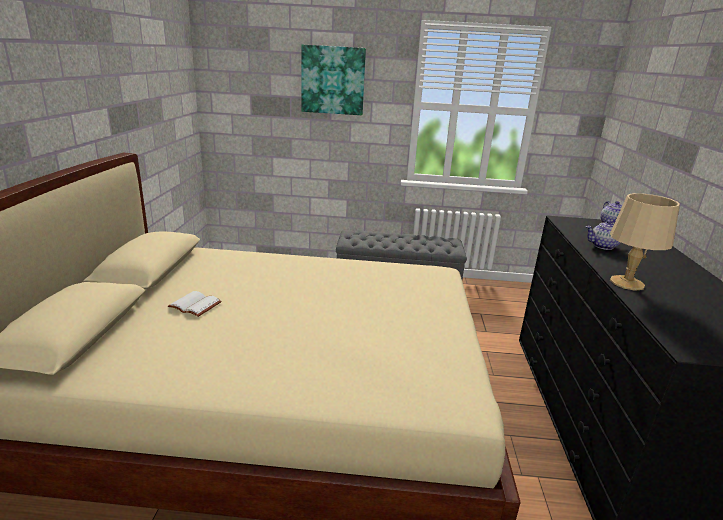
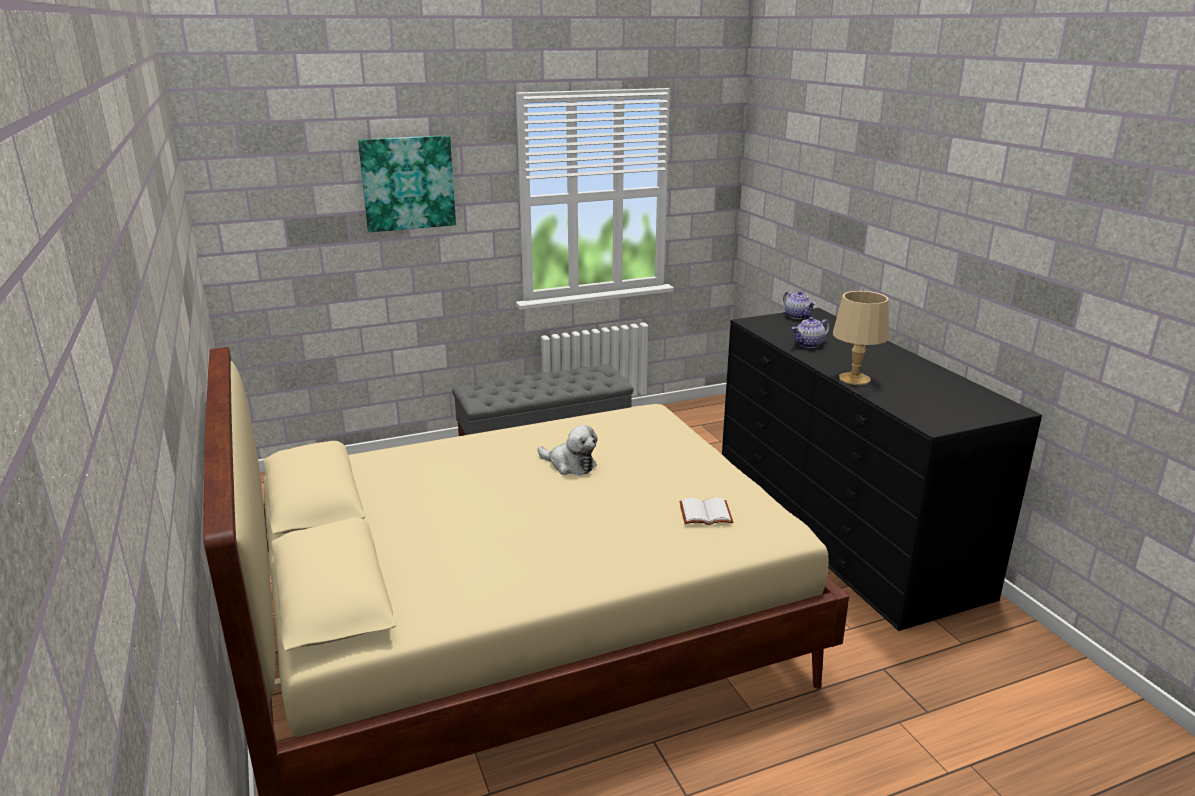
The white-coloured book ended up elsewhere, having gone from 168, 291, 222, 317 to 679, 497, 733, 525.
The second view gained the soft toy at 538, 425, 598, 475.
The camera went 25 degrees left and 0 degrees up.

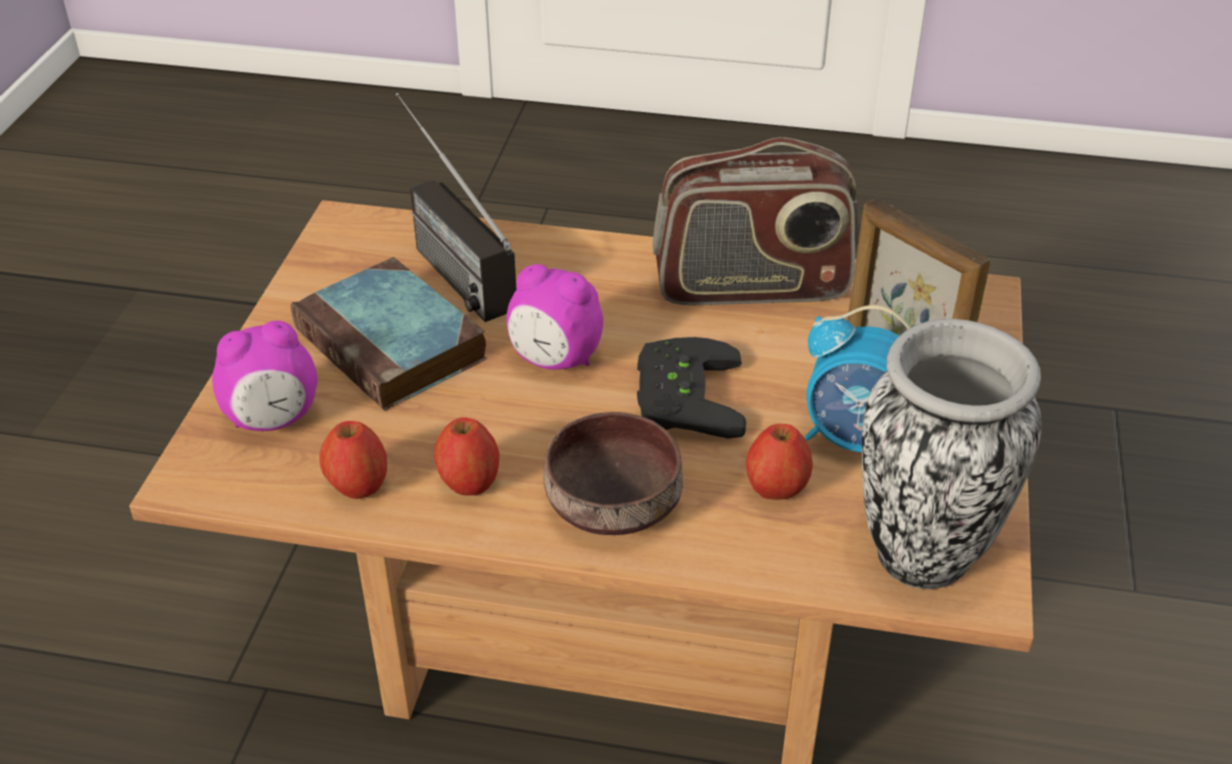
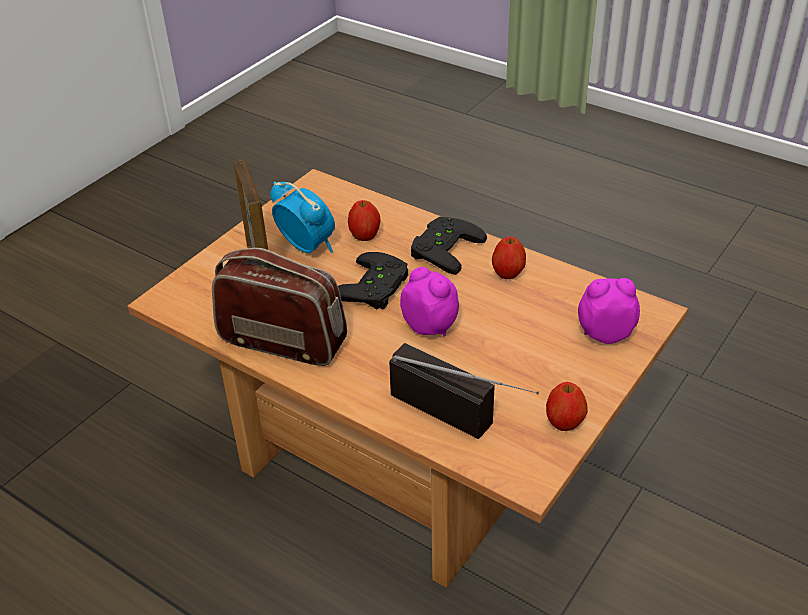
The second view lost the book at 291, 257, 487, 411.
The apple ended up elsewhere, having gone from 319, 421, 387, 499 to 546, 382, 587, 431.
The radio receiver at 395, 93, 516, 322 ended up facing another way, 45 degrees counterclockwise from before.
Where the brown bowl stood at 543, 412, 683, 535, the black-coloured game controller came to stand at 411, 217, 487, 275.
The second view lost the vase at 862, 319, 1042, 589.
The camera went 155 degrees left and 0 degrees up.

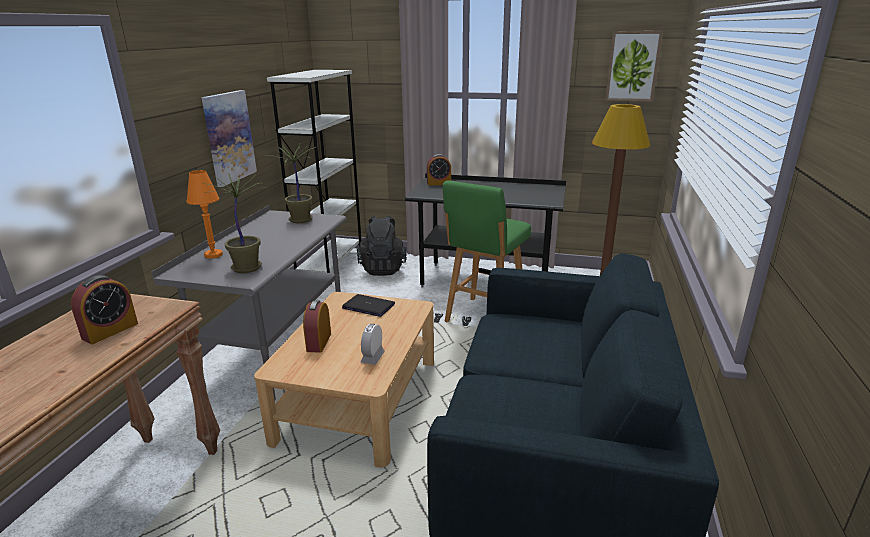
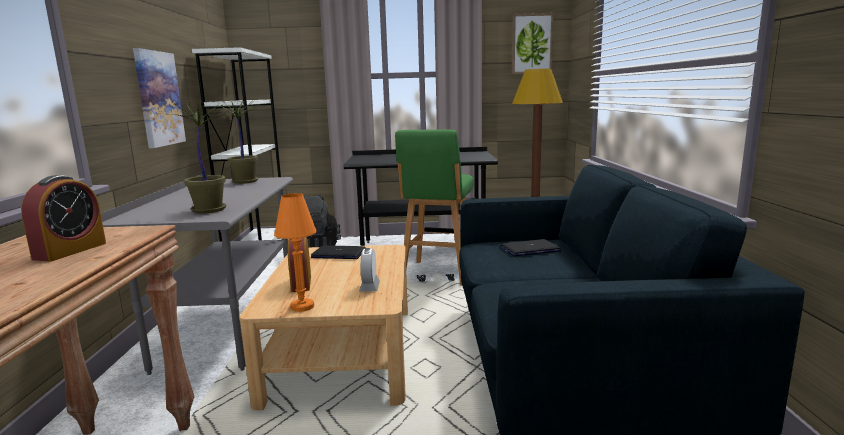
The orange-coloured tabletop lamp ended up elsewhere, having gone from 186, 170, 223, 259 to 274, 193, 317, 312.
The second view lost the table clock at 427, 154, 451, 186.
The second view gained the laptop at 501, 239, 561, 256.
The camera went 15 degrees left and 10 degrees down.

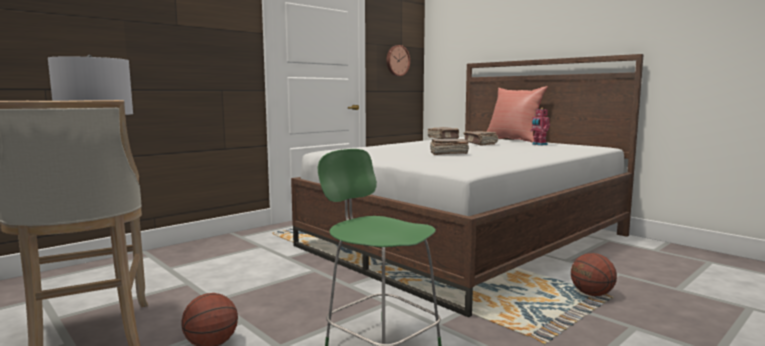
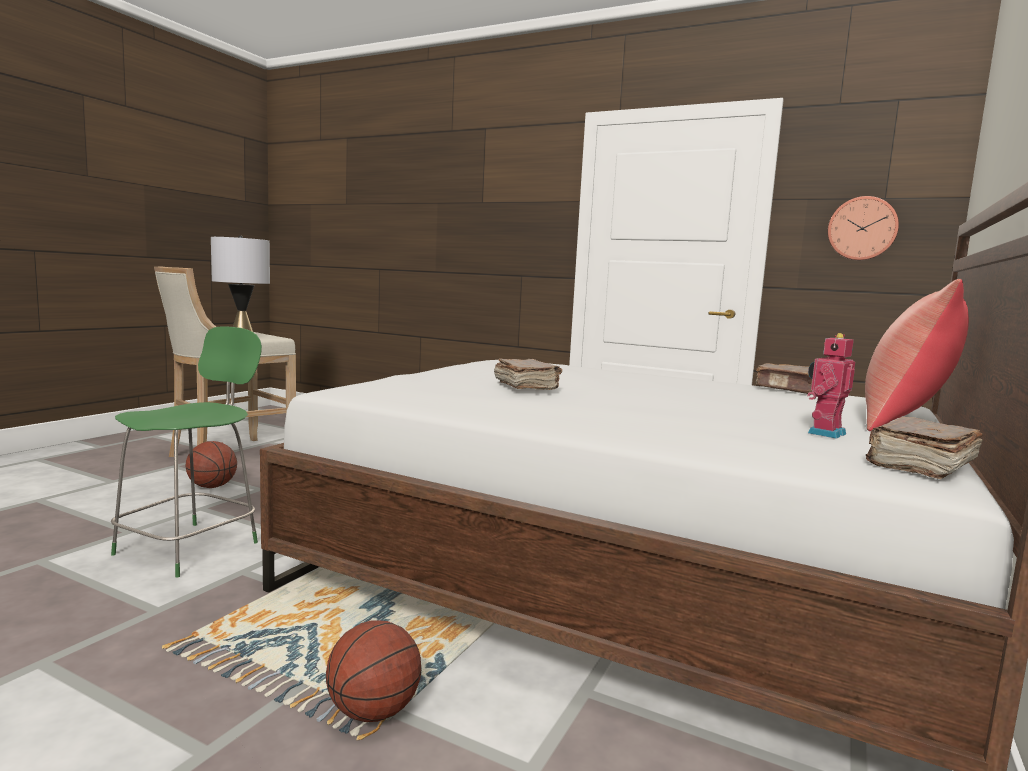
The brown book ended up elsewhere, having gone from 464, 131, 498, 145 to 866, 417, 983, 479.
The camera went 70 degrees right and 0 degrees up.

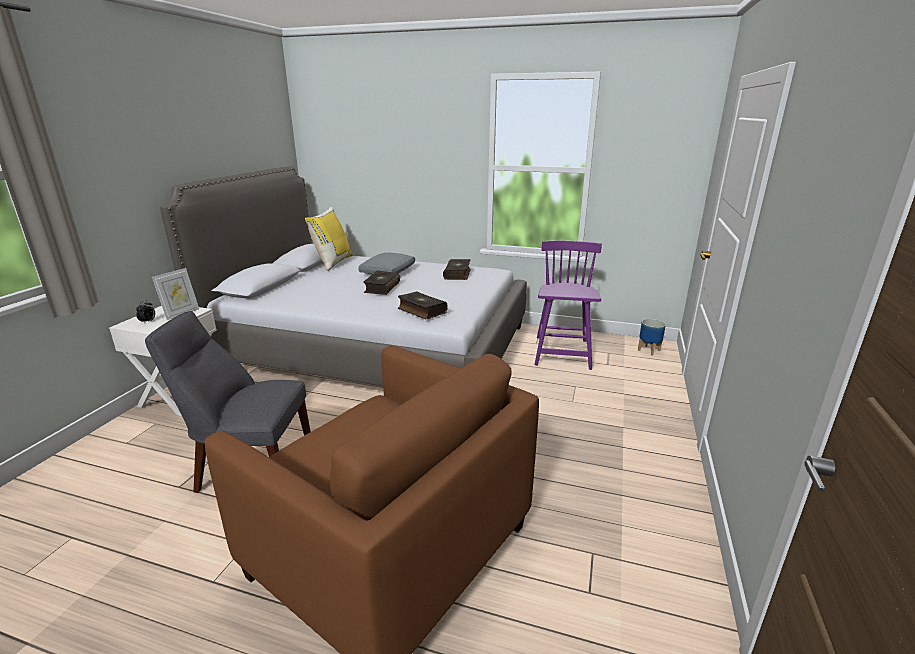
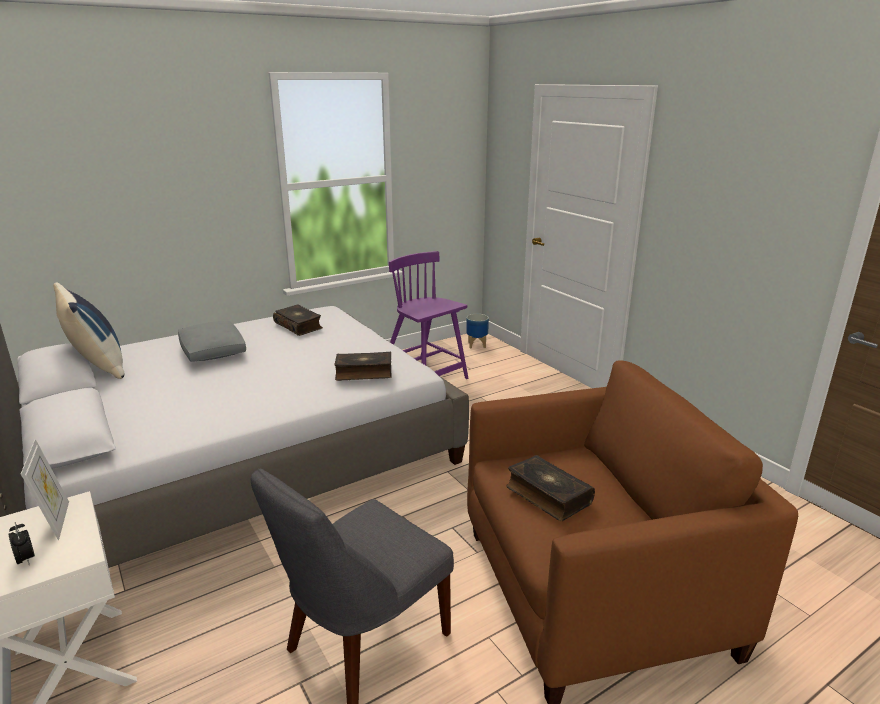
What was the yellow pillow at 305, 207, 353, 271 turned into the blue-coloured pillow at 53, 283, 124, 379.
The book ended up elsewhere, having gone from 363, 270, 400, 295 to 506, 455, 595, 521.
The camera went 50 degrees left and 0 degrees up.

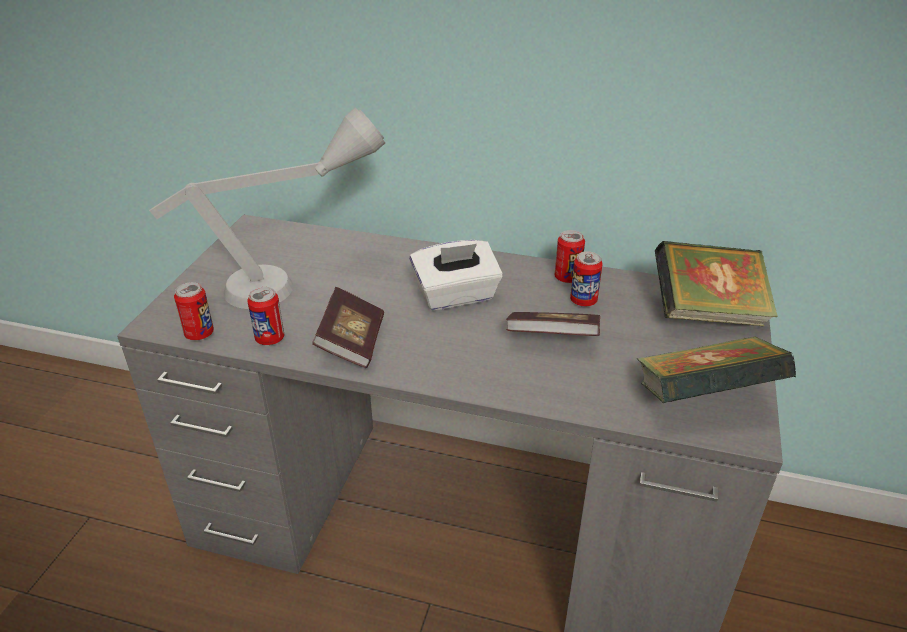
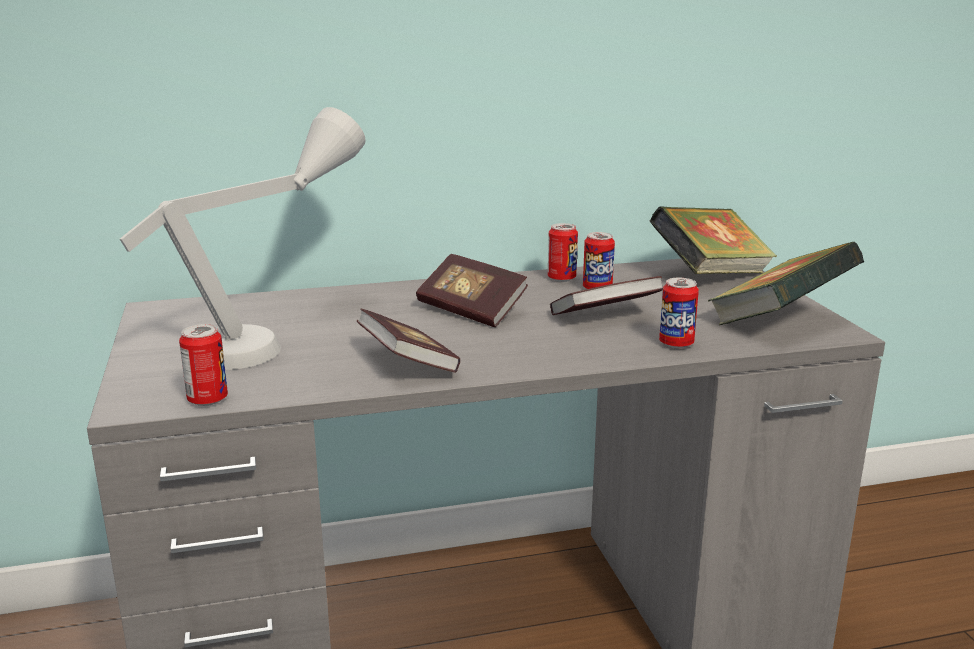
The can ended up elsewhere, having gone from 247, 287, 284, 345 to 659, 278, 699, 349.
Where the white-coloured tissue box stood at 410, 240, 503, 310, the book came to stand at 416, 254, 528, 327.
The camera went 30 degrees left and 15 degrees down.

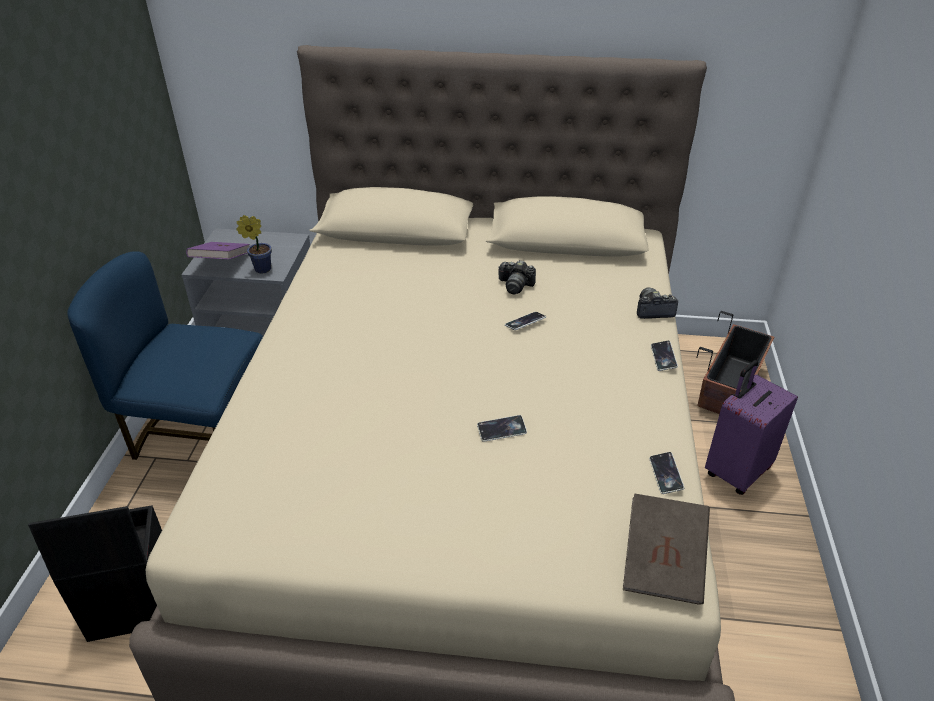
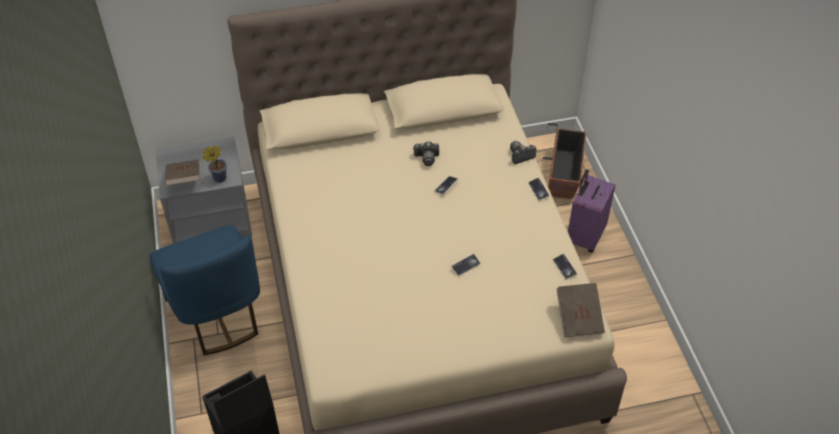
The blue-coloured plain chair at 67, 251, 263, 460 ended up facing another way, 105 degrees counterclockwise from before.
What was the purple book at 186, 242, 250, 260 turned into the brown book at 165, 159, 200, 186.
The camera went 20 degrees left and 10 degrees up.

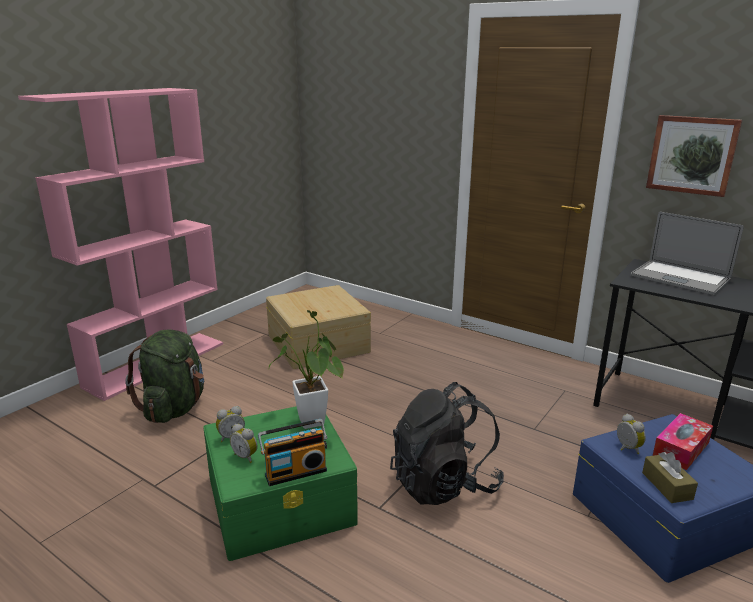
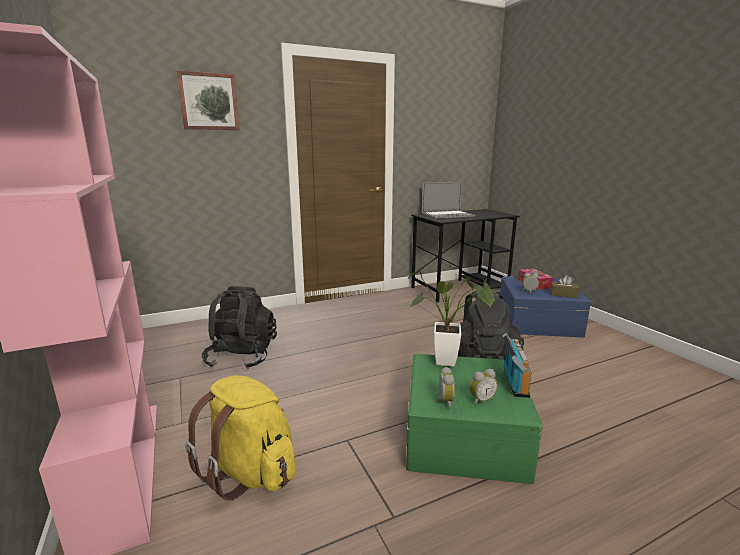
What was the greenish backpack at 125, 329, 204, 423 turned into the yellow backpack at 185, 375, 296, 501.
Where the beige-coloured storage container stood at 266, 285, 371, 369, the black-coloured backpack came to stand at 202, 286, 277, 369.
The wall art ended up elsewhere, having gone from 646, 115, 742, 197 to 177, 70, 240, 130.
The camera went 60 degrees left and 5 degrees down.

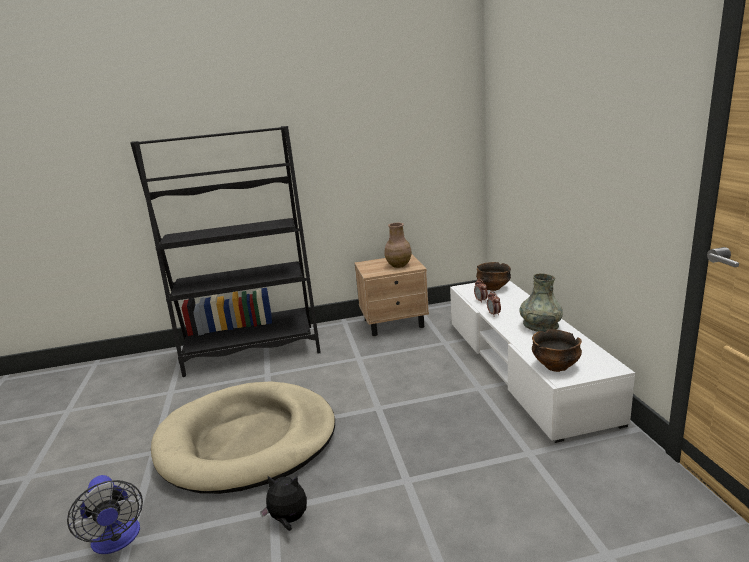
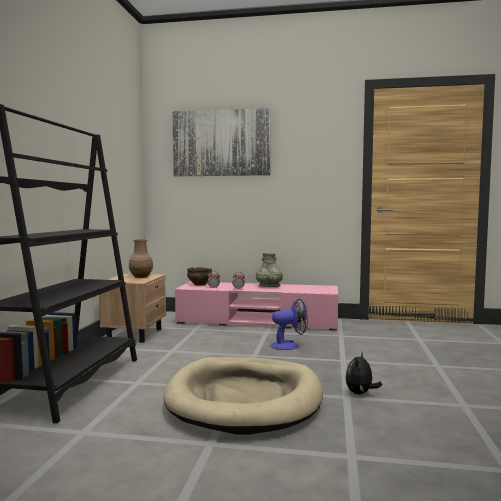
The electric fan ended up elsewhere, having gone from 67, 475, 143, 554 to 271, 299, 308, 350.
What was the white-coloured media console at 450, 280, 635, 443 turned into the pinkish media console at 175, 282, 338, 331.
The second view lost the bowl at 532, 329, 582, 372.
The second view gained the wall art at 172, 108, 271, 176.
The camera went 70 degrees left and 15 degrees down.

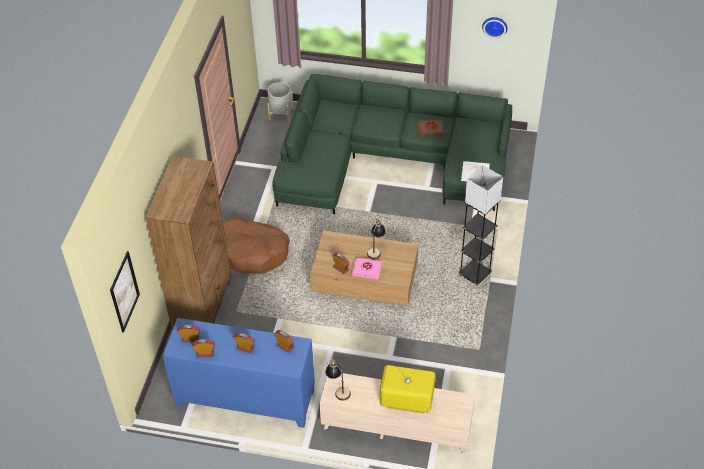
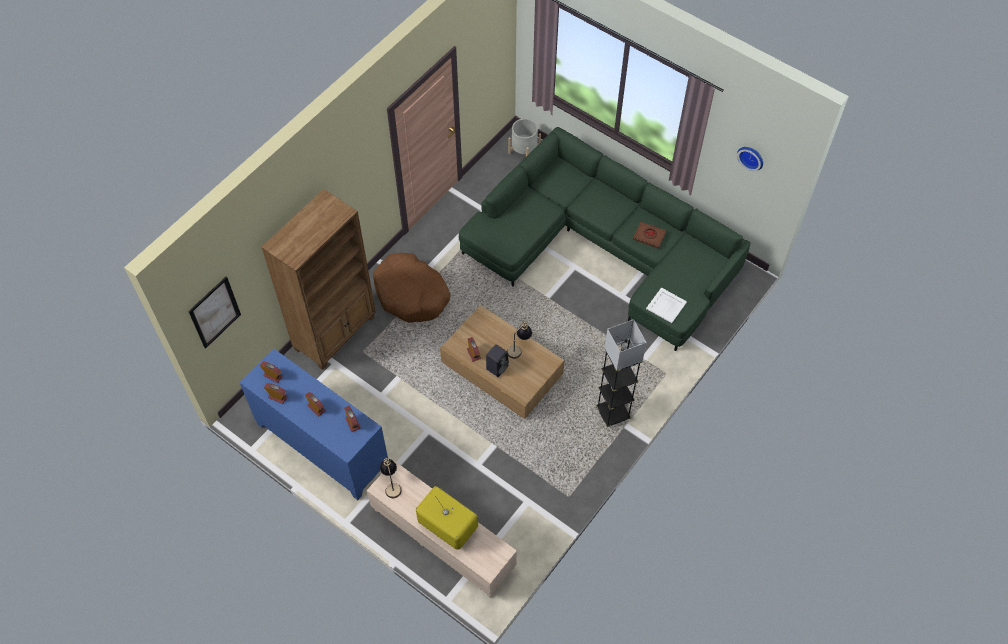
Where the pinkish book stood at 352, 258, 382, 280, the black-coloured speaker came to stand at 486, 344, 509, 377.
The camera went 25 degrees right and 10 degrees up.

